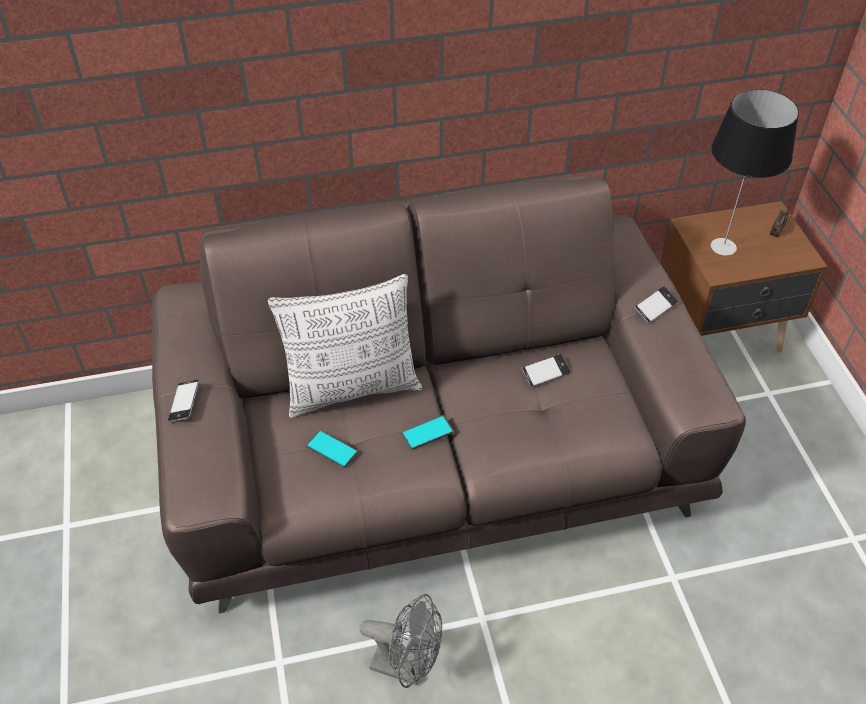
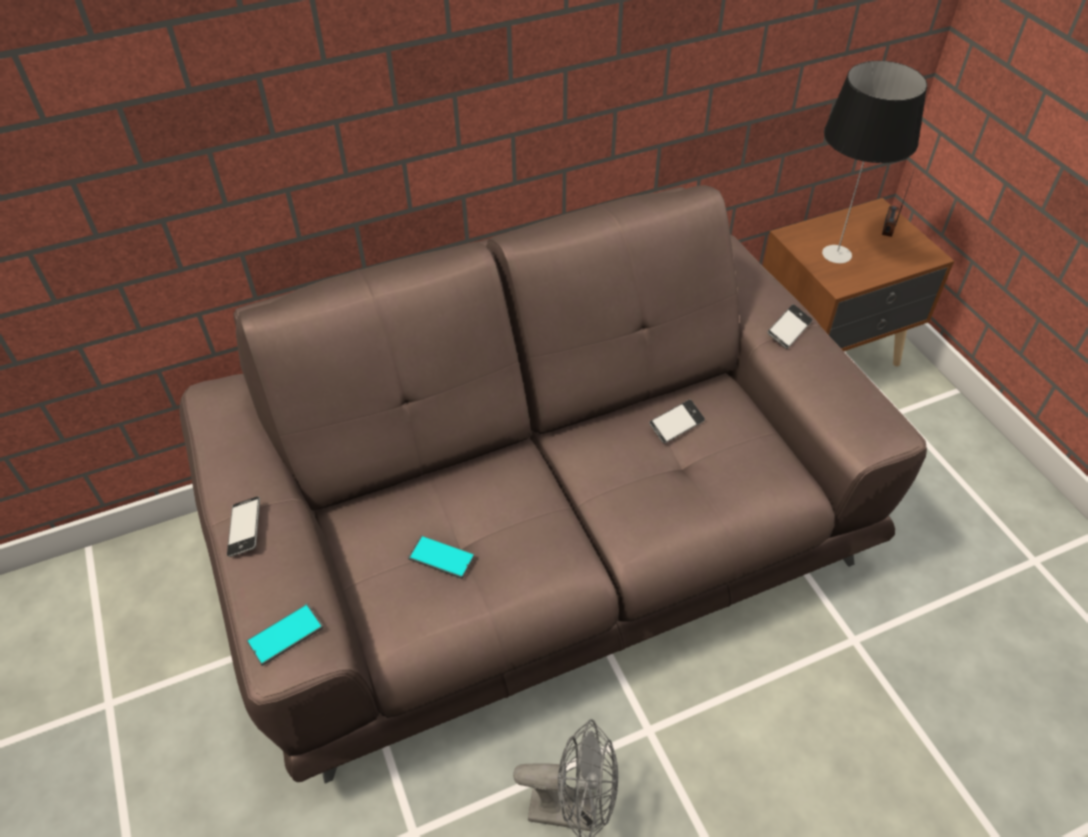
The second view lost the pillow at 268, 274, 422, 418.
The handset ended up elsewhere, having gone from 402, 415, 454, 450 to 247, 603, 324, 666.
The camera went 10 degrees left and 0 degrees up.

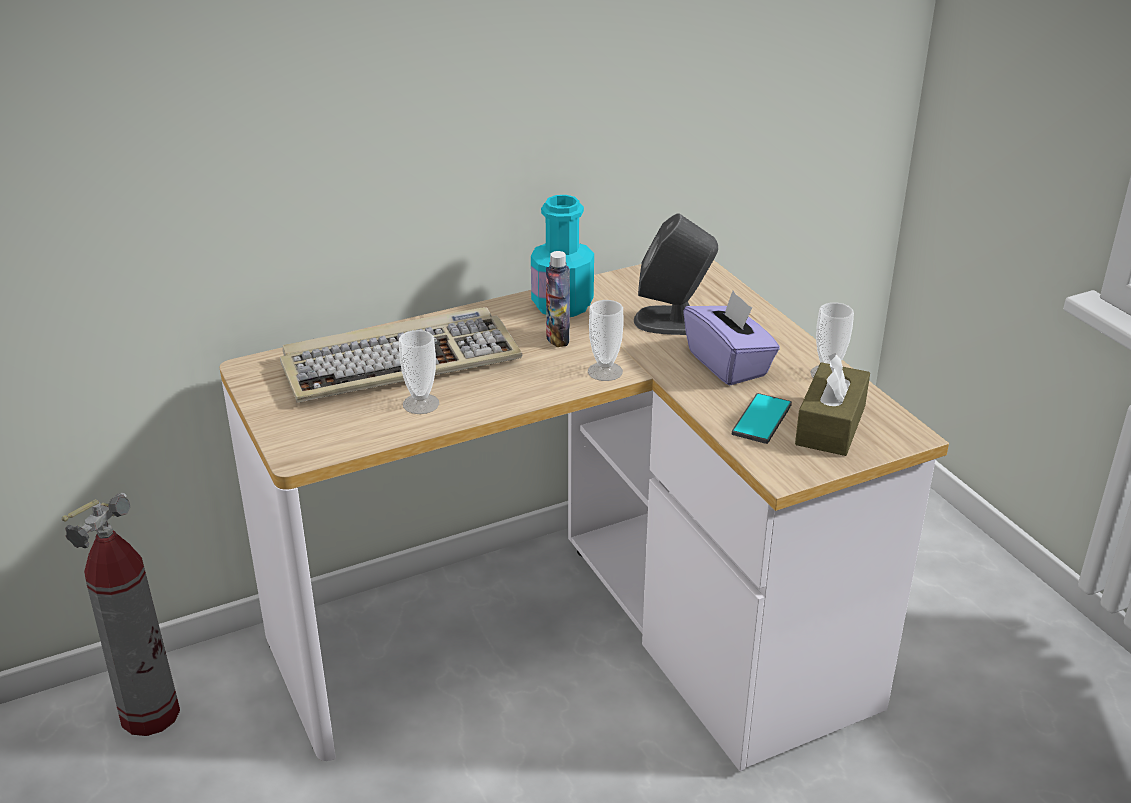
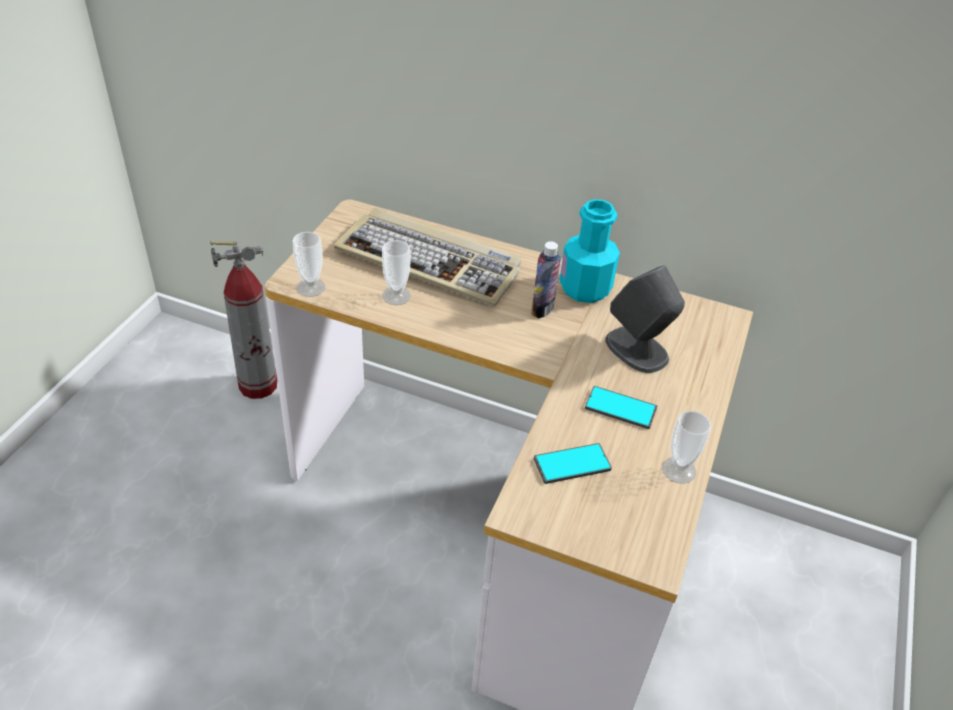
The small cup ended up elsewhere, having gone from 588, 300, 623, 381 to 293, 232, 326, 297.
Where the purple tissue box stood at 683, 291, 780, 385, the handset came to stand at 585, 386, 657, 429.
The second view lost the brown tissue box at 795, 353, 870, 456.
The camera went 45 degrees right and 10 degrees up.

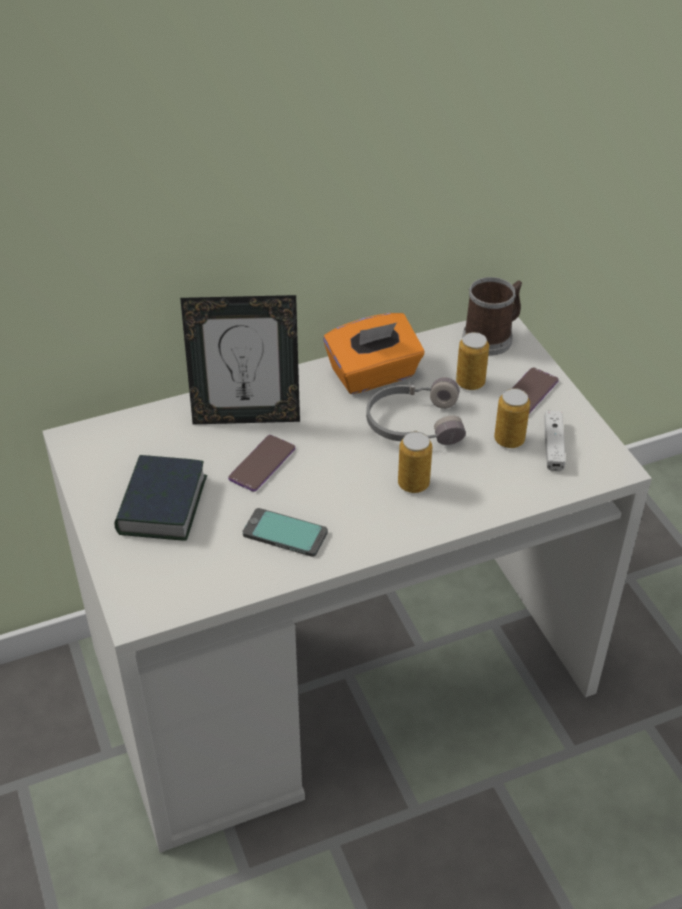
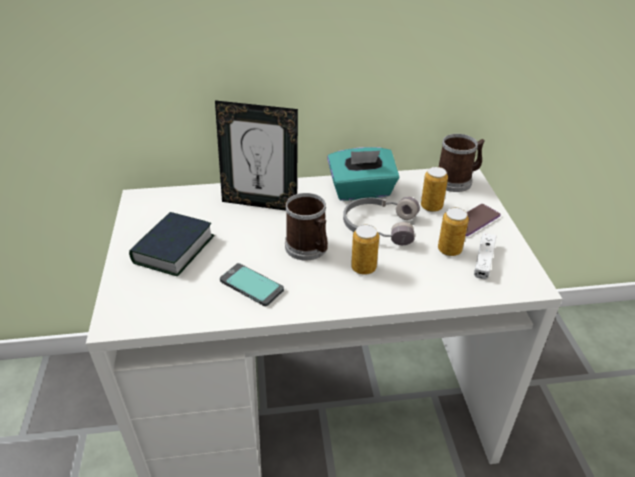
The second view lost the handset at 228, 435, 295, 492.
What was the orange-coloured tissue box at 323, 313, 424, 394 turned into the blue-green tissue box at 327, 147, 399, 200.
The second view gained the mug at 285, 193, 328, 261.
The camera went 15 degrees right and 5 degrees down.

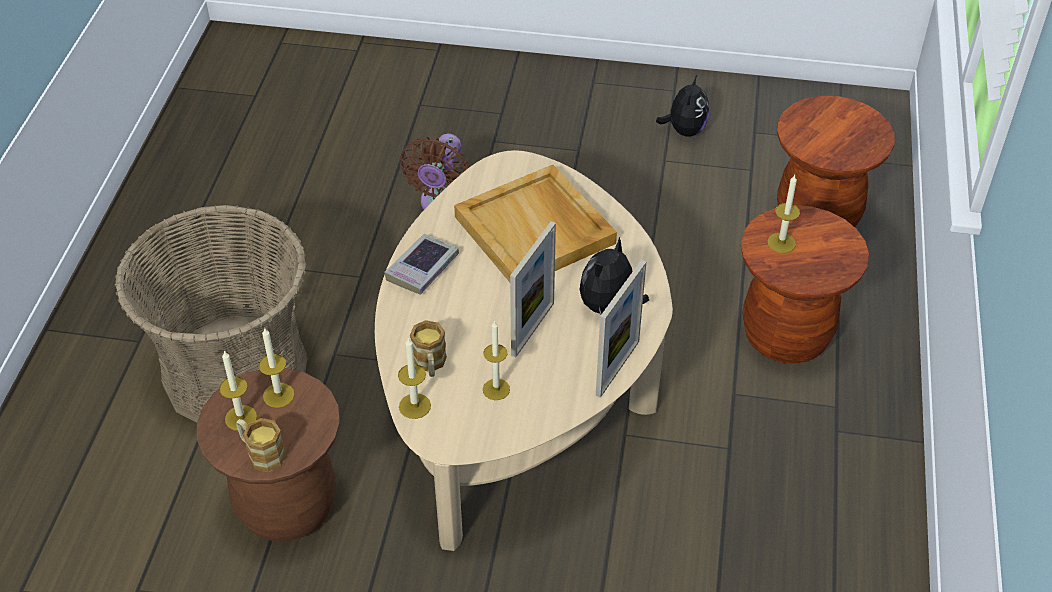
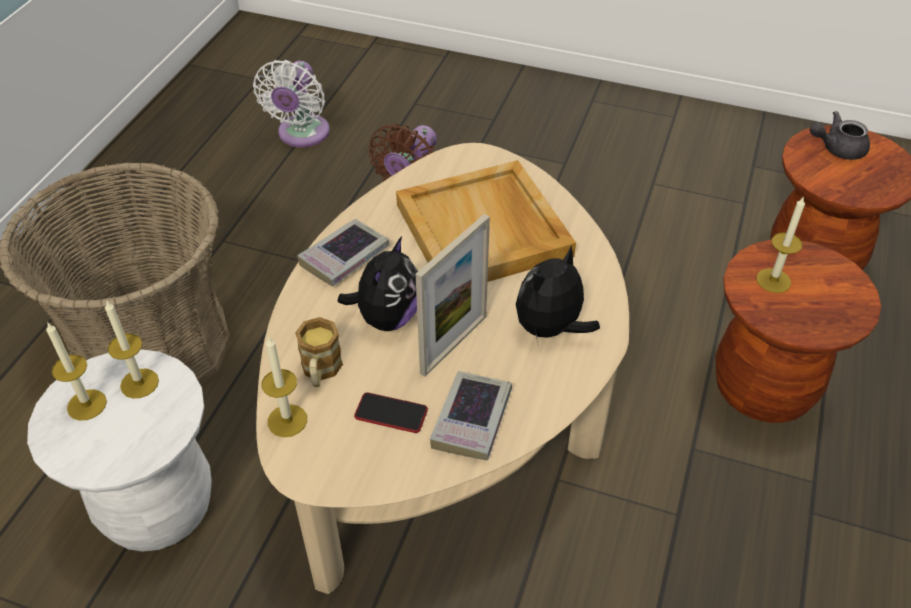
What was the brown sitting stool at 197, 368, 340, 541 turned into the white-coloured sitting stool at 27, 349, 212, 552.
The second view lost the mug at 236, 418, 286, 472.
Where the wax candle stood at 483, 321, 510, 400, the handset came to stand at 354, 392, 428, 433.
The second view lost the photo frame at 596, 260, 646, 398.
The soft toy ended up elsewhere, having gone from 656, 74, 709, 136 to 338, 236, 418, 331.
The second view gained the white-coloured electric fan at 253, 60, 330, 147.
The second view gained the book at 430, 371, 512, 460.
The second view gained the grey tea pot at 810, 111, 870, 160.
The camera went 10 degrees right and 0 degrees up.

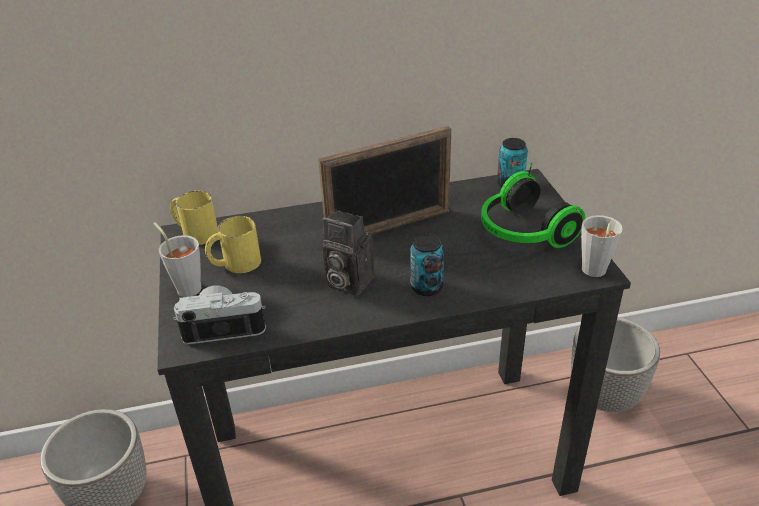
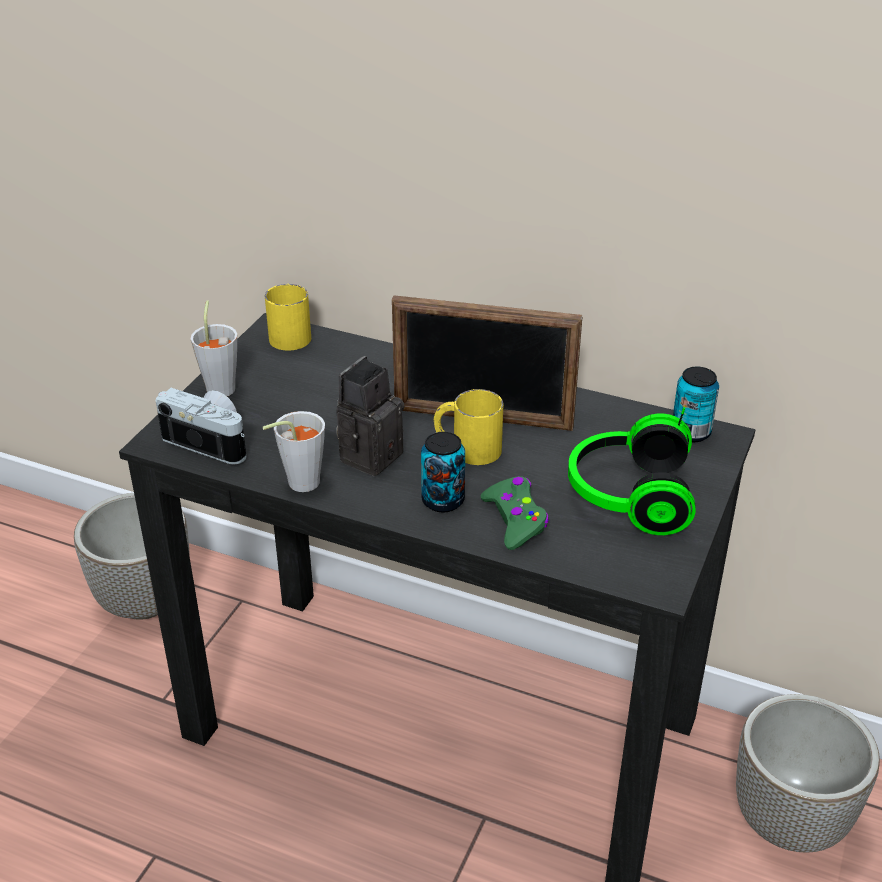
The yellow mug ended up elsewhere, having gone from 205, 216, 261, 273 to 433, 389, 503, 465.
The still camera at 322, 210, 374, 296 ended up facing another way, 60 degrees clockwise from before.
The grey small cup ended up elsewhere, having gone from 581, 215, 623, 277 to 263, 411, 325, 492.
The second view gained the greenish game controller at 480, 476, 549, 550.
The camera went 35 degrees right and 0 degrees up.

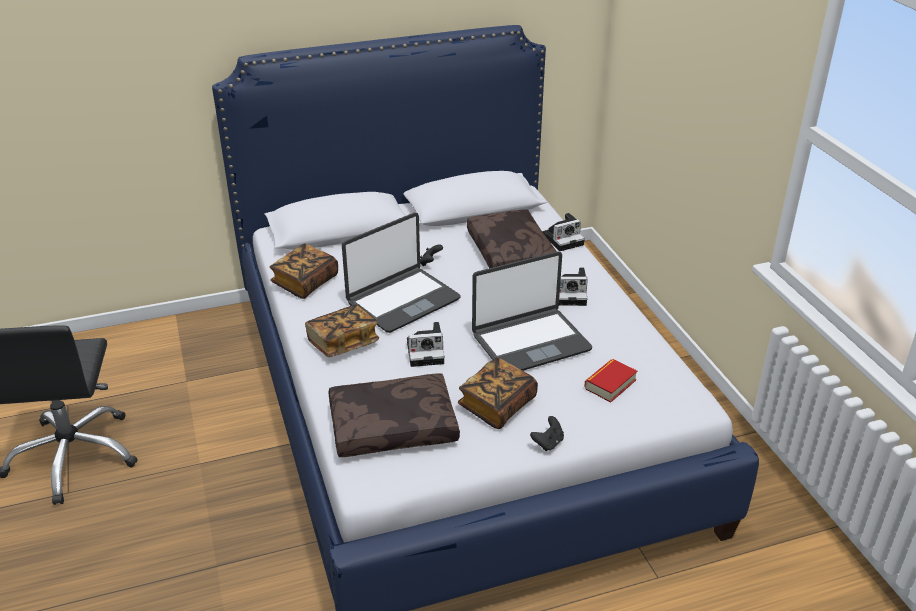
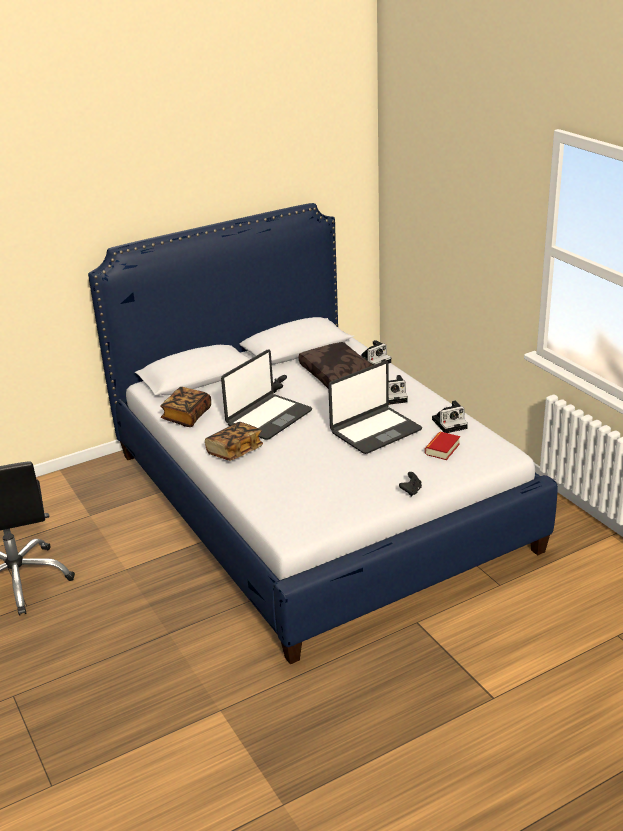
The second view lost the brown pillow at 328, 373, 460, 457.
The still camera ended up elsewhere, having gone from 407, 322, 445, 367 to 432, 400, 468, 433.
The second view lost the book at 458, 357, 538, 429.
The camera went 10 degrees left and 5 degrees down.

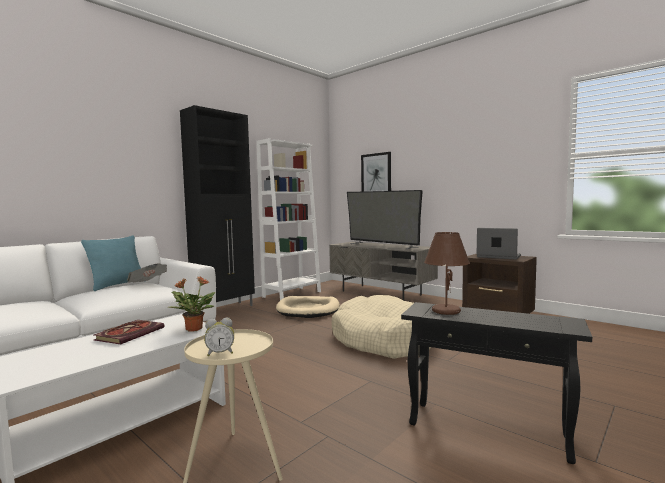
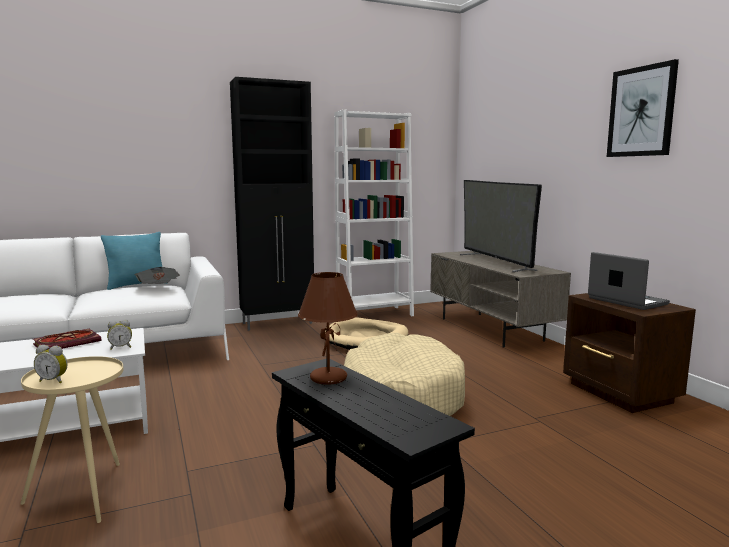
Where the plant in a pot stood at 168, 276, 215, 332, the table clock came to stand at 107, 320, 132, 350.
The wall art ended up elsewhere, having gone from 361, 152, 391, 192 to 607, 59, 679, 157.
The camera went 25 degrees right and 5 degrees up.

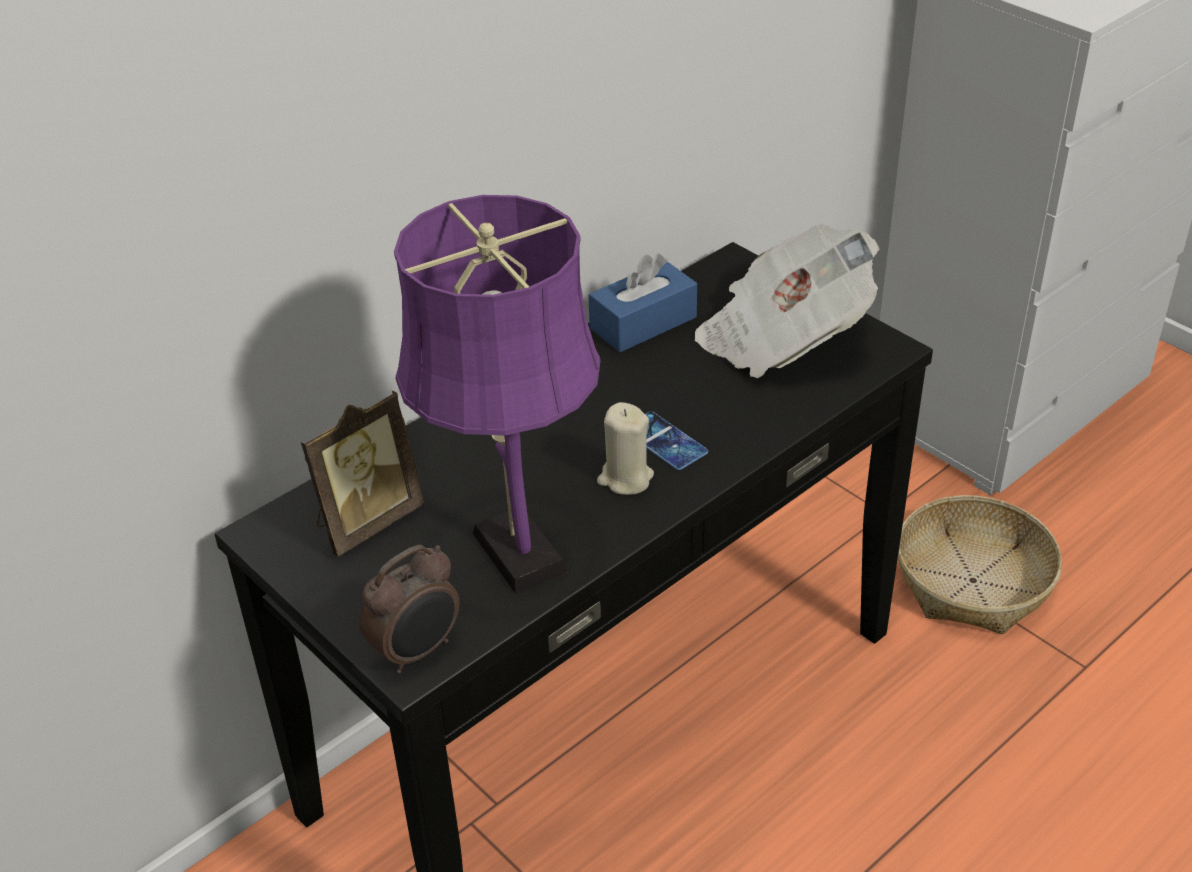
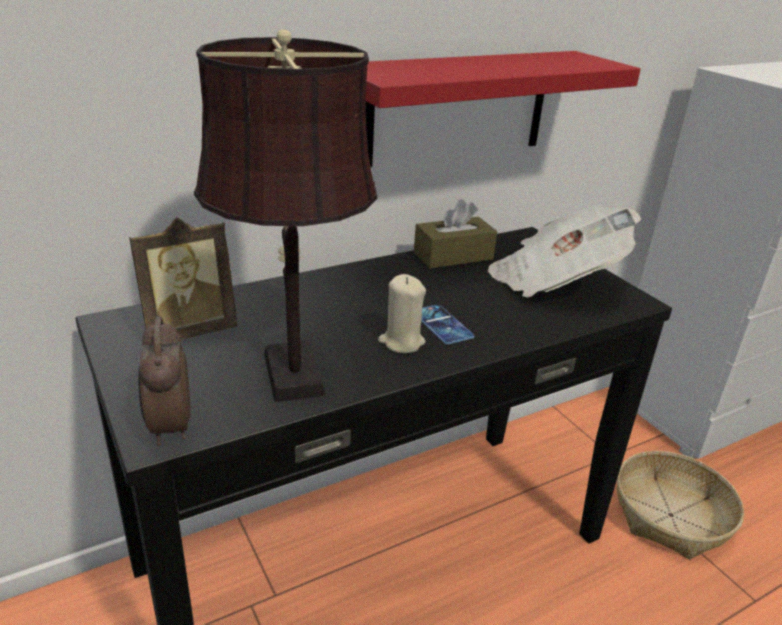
The table clock at 360, 545, 460, 674 ended up facing another way, 105 degrees clockwise from before.
What was the purple tabletop lamp at 394, 195, 601, 594 turned into the brown tabletop lamp at 194, 29, 377, 402.
What was the blue-coloured tissue box at 588, 254, 697, 352 turned into the brown tissue box at 414, 199, 497, 269.
The second view gained the red-coloured shelf at 365, 51, 641, 167.
The camera went 10 degrees right and 10 degrees down.

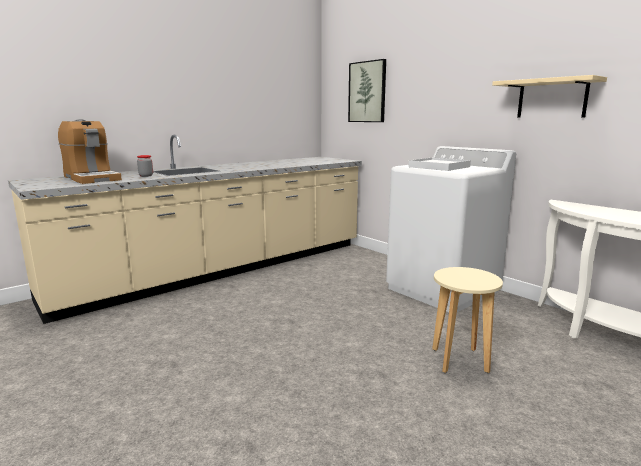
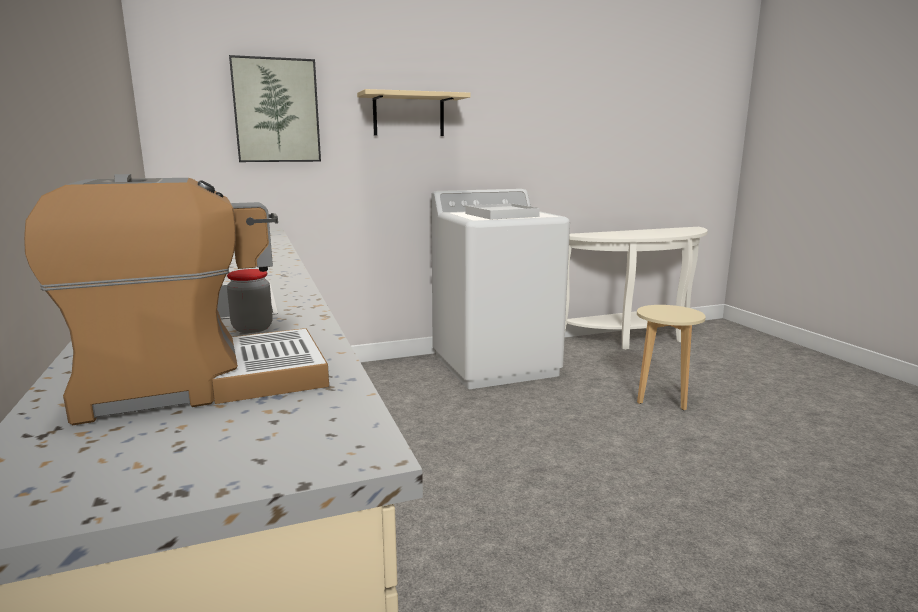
The beige-coloured shelf ended up elsewhere, having gone from 492, 75, 607, 118 to 357, 89, 471, 136.
The camera went 70 degrees left and 0 degrees up.

